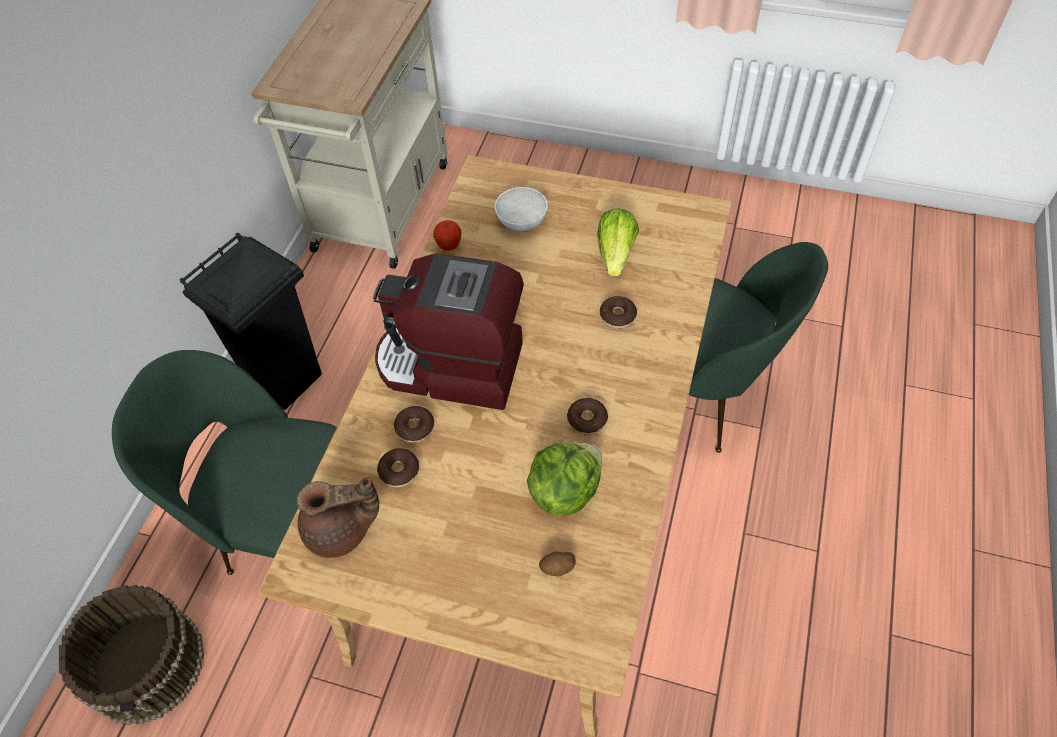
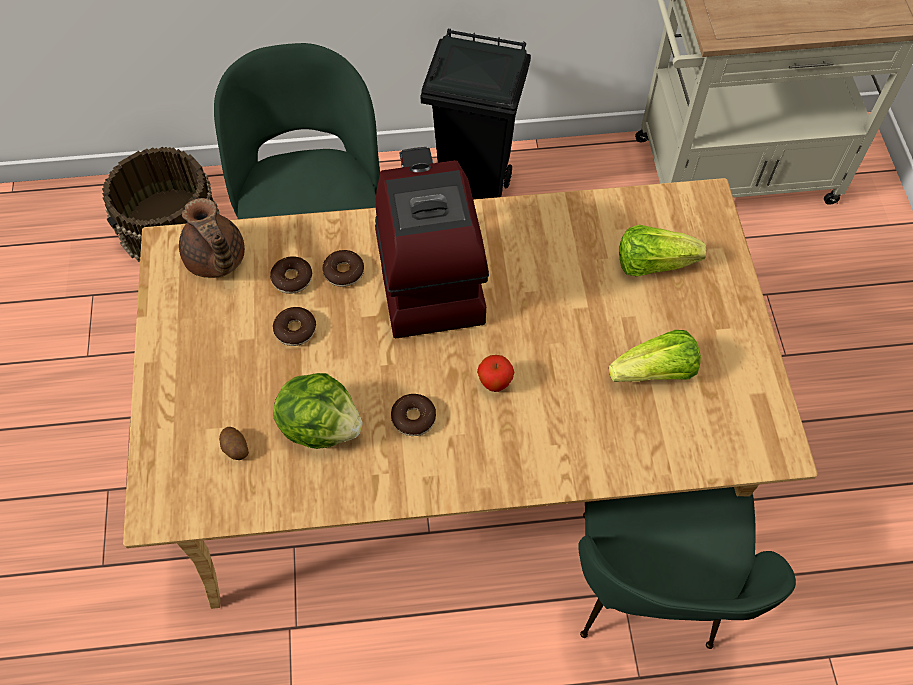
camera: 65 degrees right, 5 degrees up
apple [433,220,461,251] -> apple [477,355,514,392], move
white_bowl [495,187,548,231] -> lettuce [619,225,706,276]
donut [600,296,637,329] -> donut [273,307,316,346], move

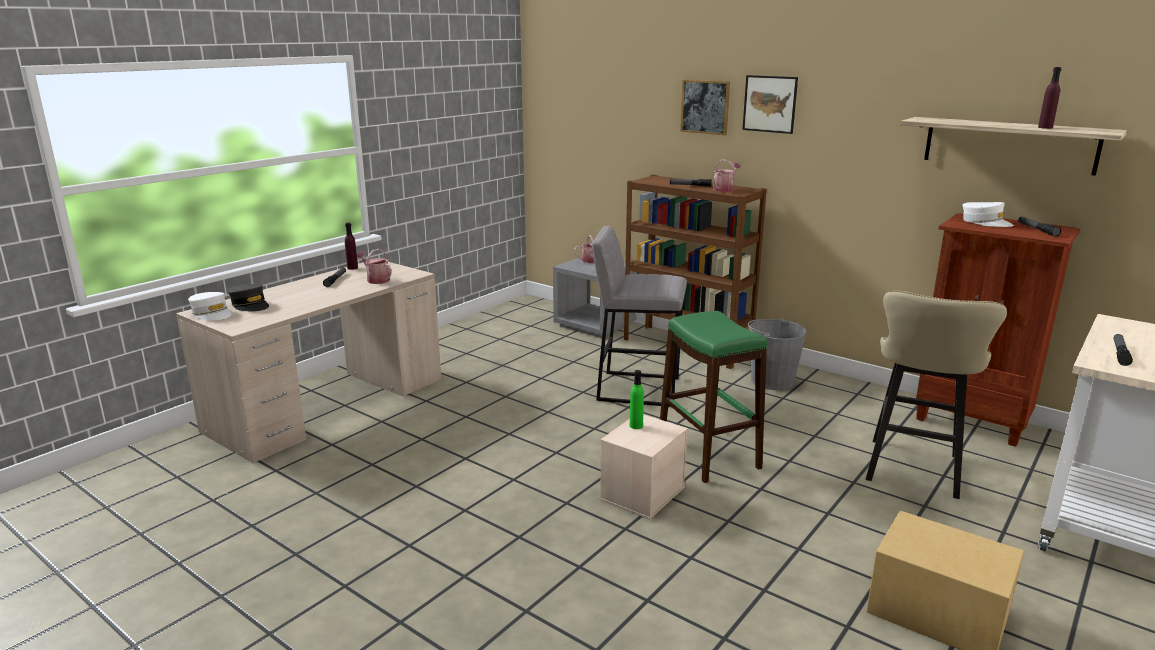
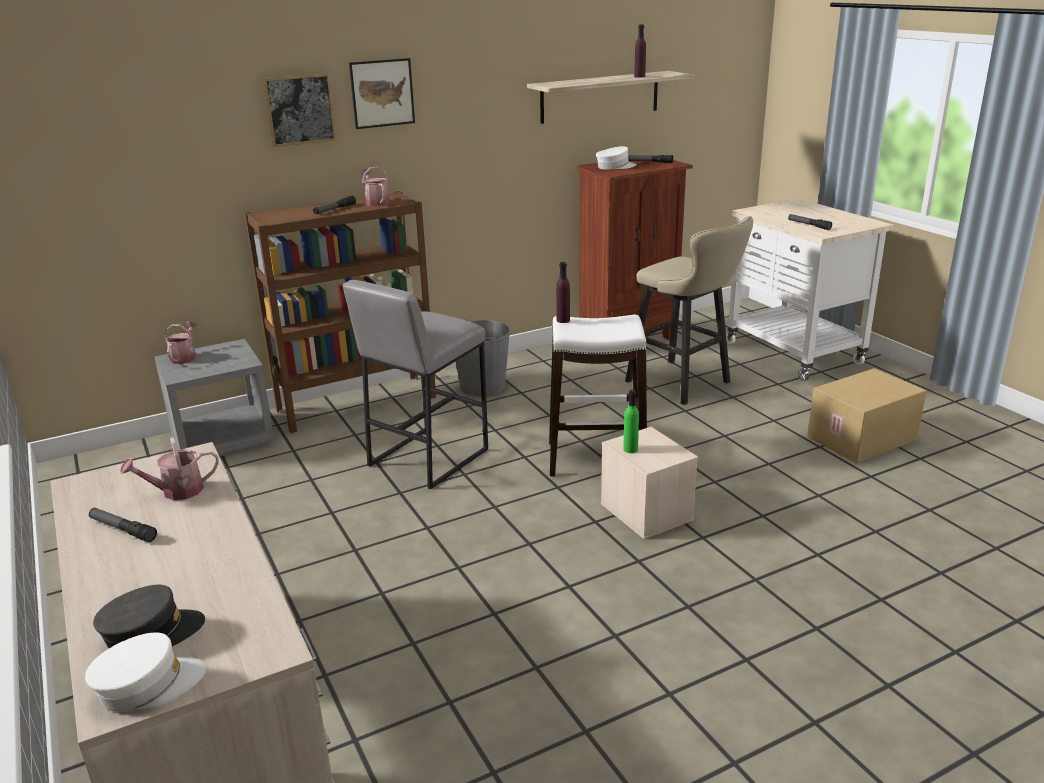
camera: 65 degrees left, 5 degrees up
purple_bottle [345,223,358,270] -> purple_bottle [556,262,570,323], move
green_stool [660,311,767,483] -> white_stool [549,315,647,476]

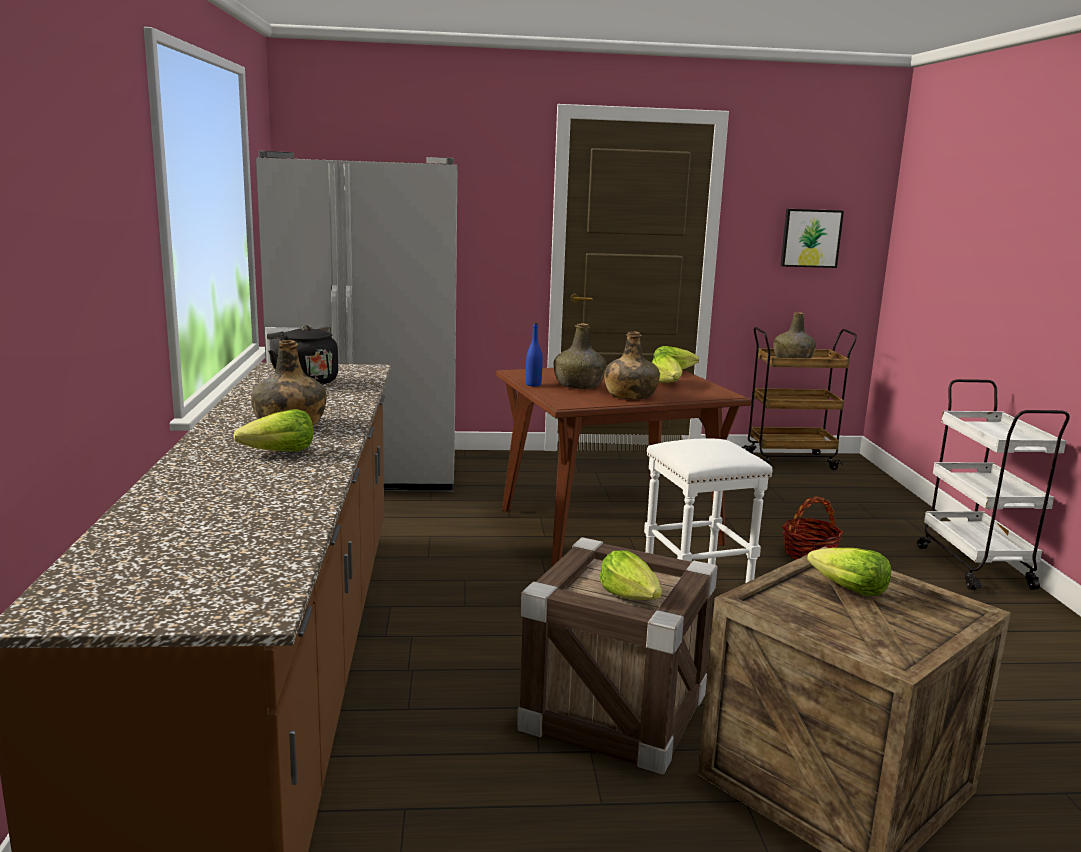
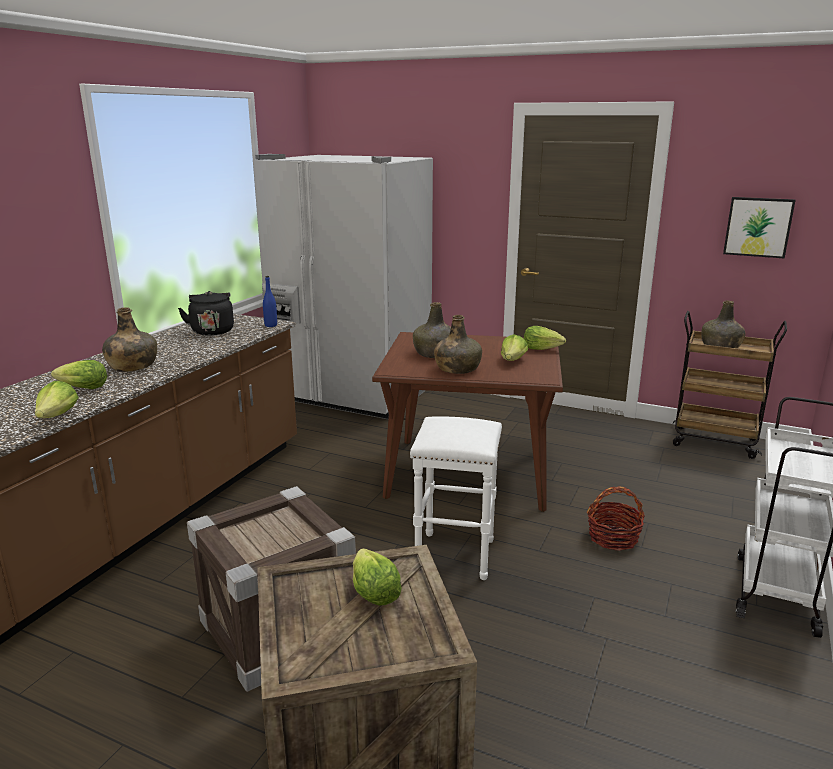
camera: 30 degrees right, 5 degrees up
blue_bottle [526,323,543,387] -> blue_bottle [263,276,277,327], move
lettuce [600,551,662,600] -> lettuce [35,381,79,418], move

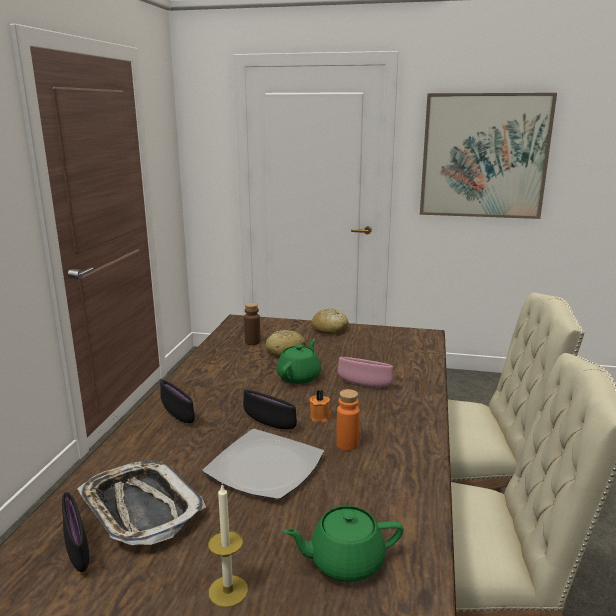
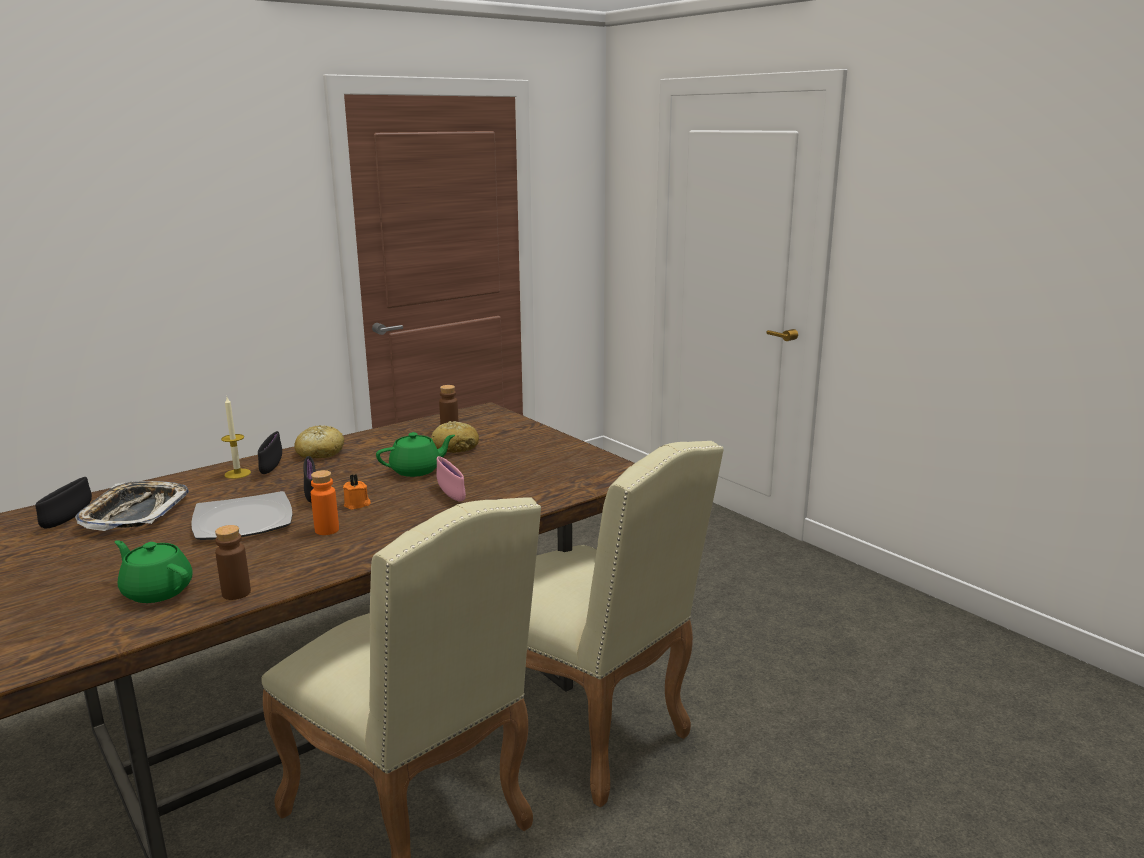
camera: 40 degrees right, 0 degrees up
candle [208,485,248,608] -> candle [221,397,251,479], move
bread [311,308,349,334] -> bread [294,425,344,459], move
picture [420,93,557,219] -> none
none -> brown_bottle [215,525,251,600]

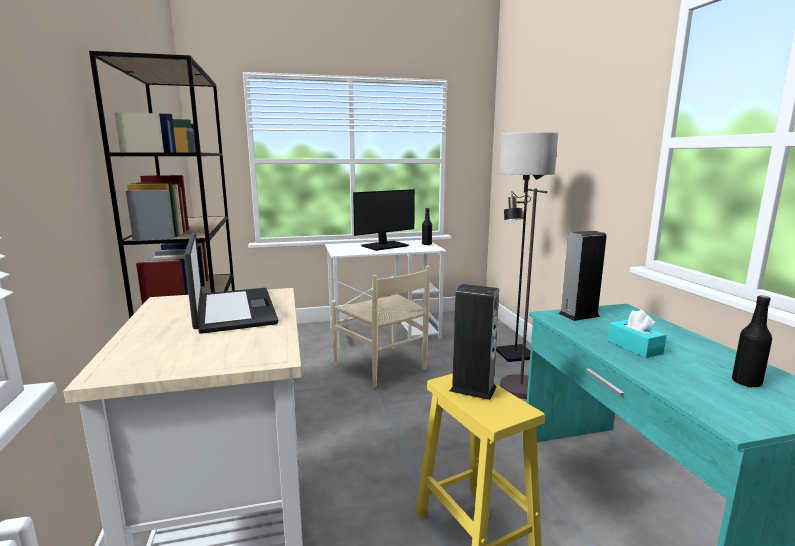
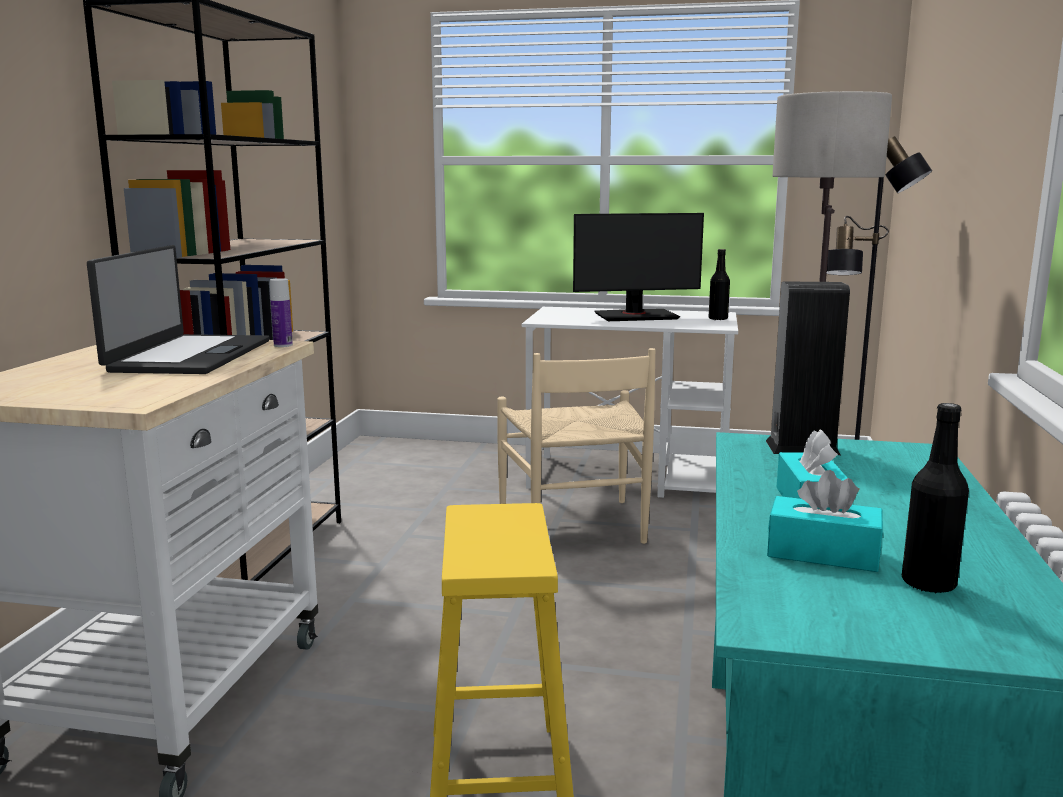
camera: 25 degrees right, 0 degrees up
speaker [450,284,499,400] -> none
none -> bottle [270,278,293,347]
none -> turquoise_tissue_box [767,470,883,572]

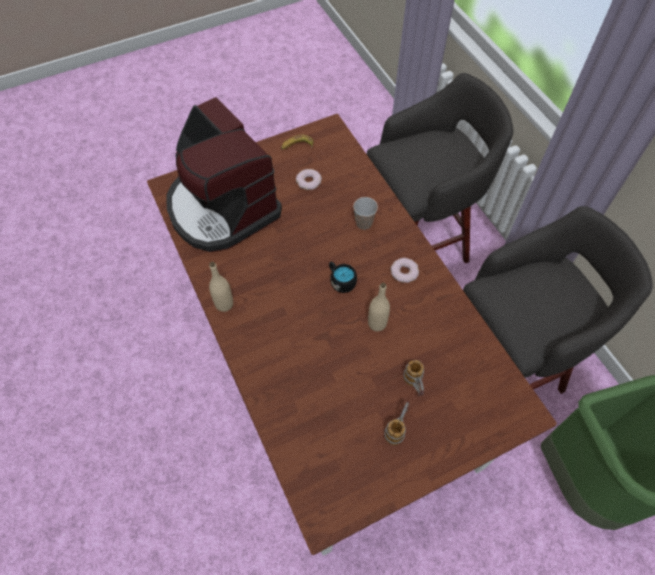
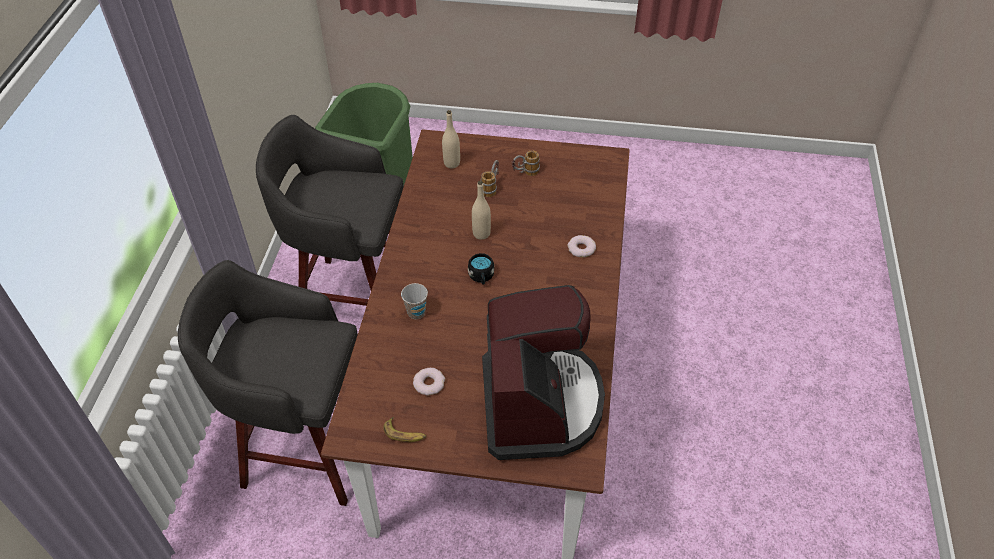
camera: 145 degrees left, 10 degrees down
beige_bottle [209,262,233,312] -> beige_bottle [442,110,460,168], move
donut [391,258,419,283] -> donut [567,235,596,257], move

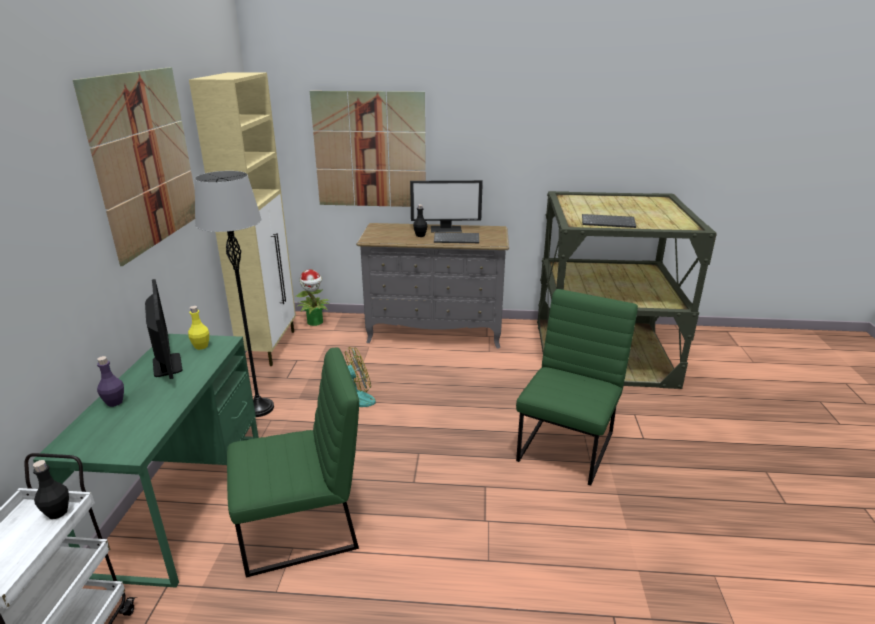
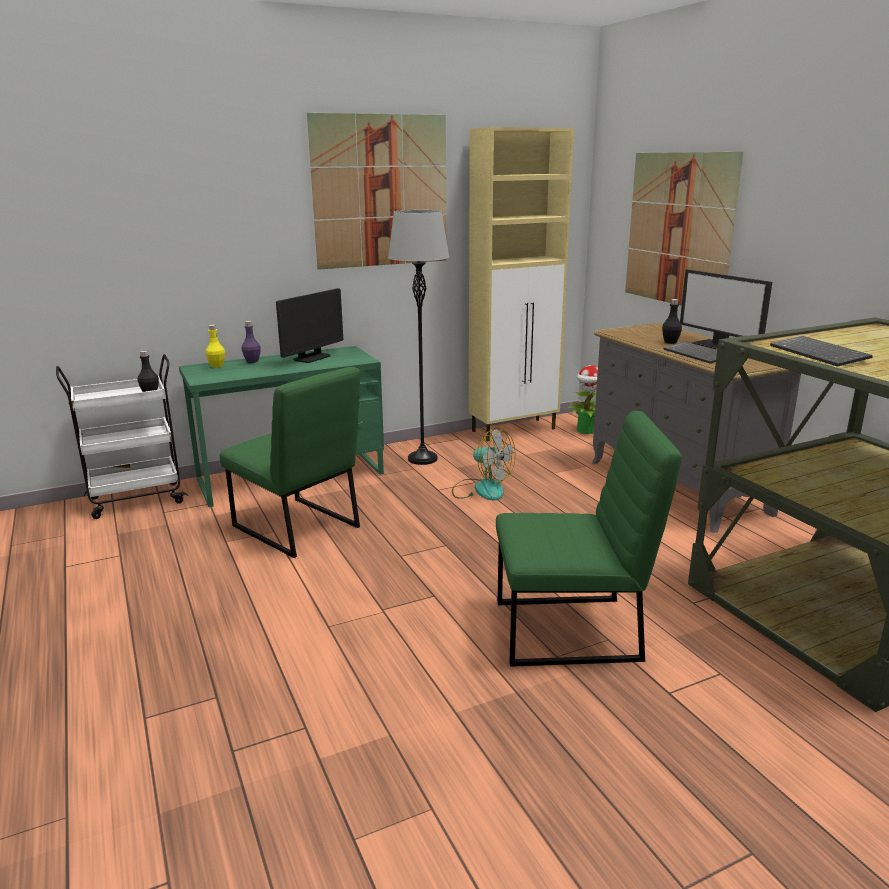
camera: 60 degrees right, 5 degrees down
yellow_bottle [188,306,209,350] -> yellow_bottle [206,325,225,368], move

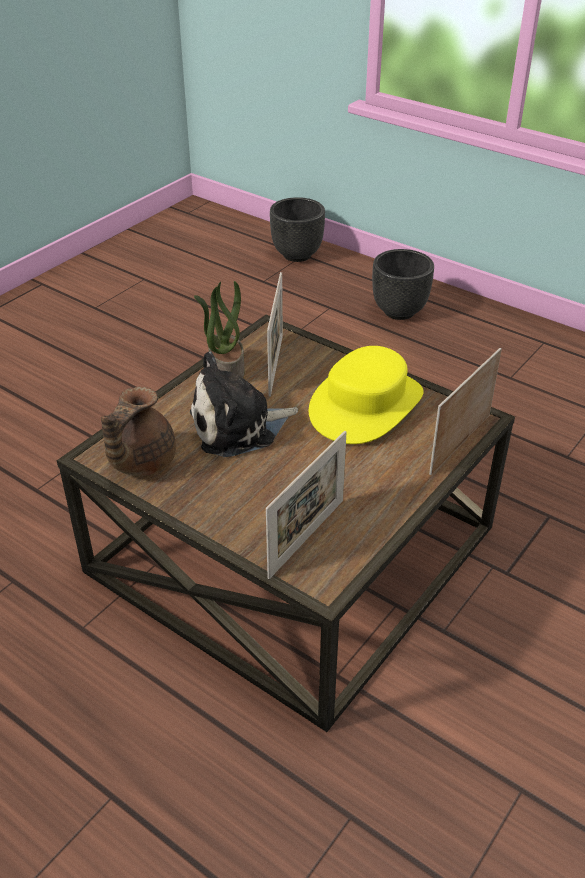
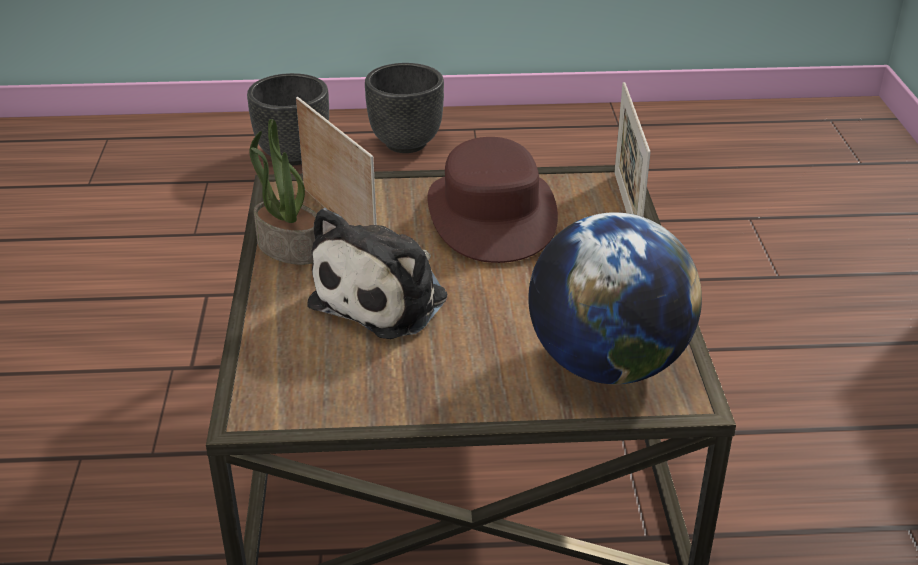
camera: 40 degrees left, 5 degrees down
brown_teapot [101,387,176,476] -> none
picture_frame [266,431,346,579] -> globe [528,212,702,384]
black_planter [270,197,325,262] -> black_planter [365,63,444,153], move
yellow_hat [309,346,424,444] -> brown_hat [427,137,558,263]

